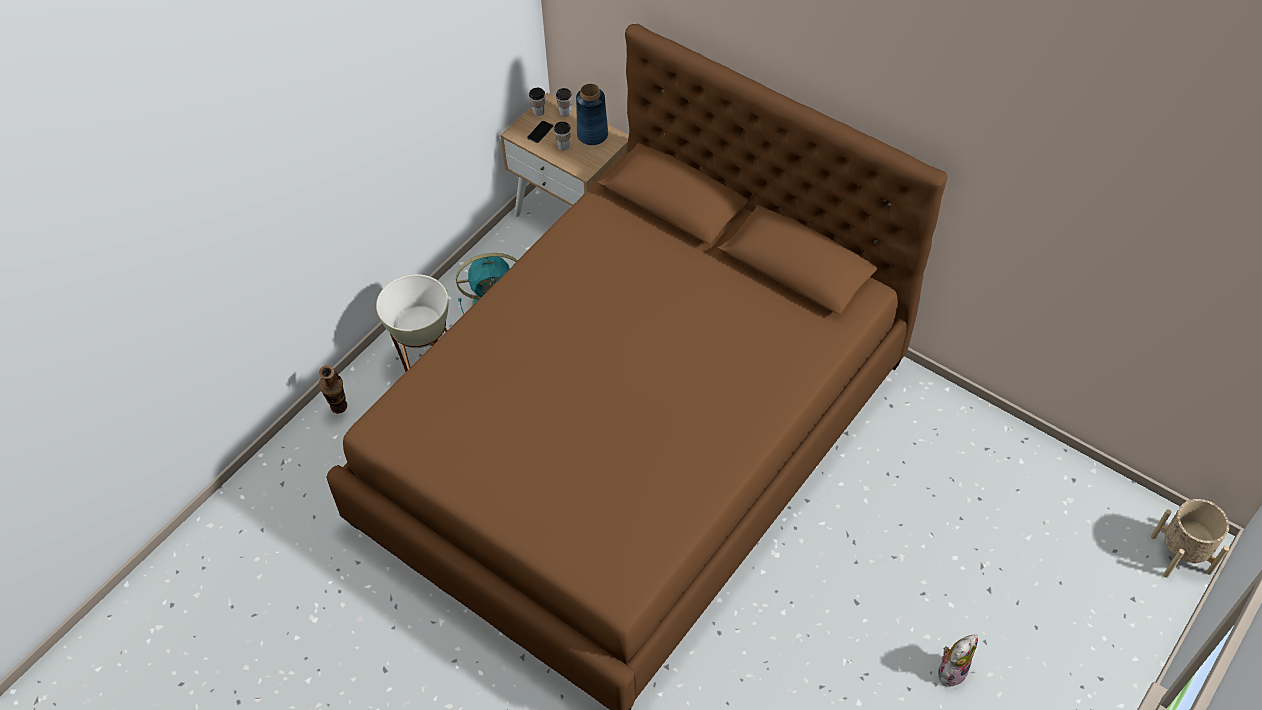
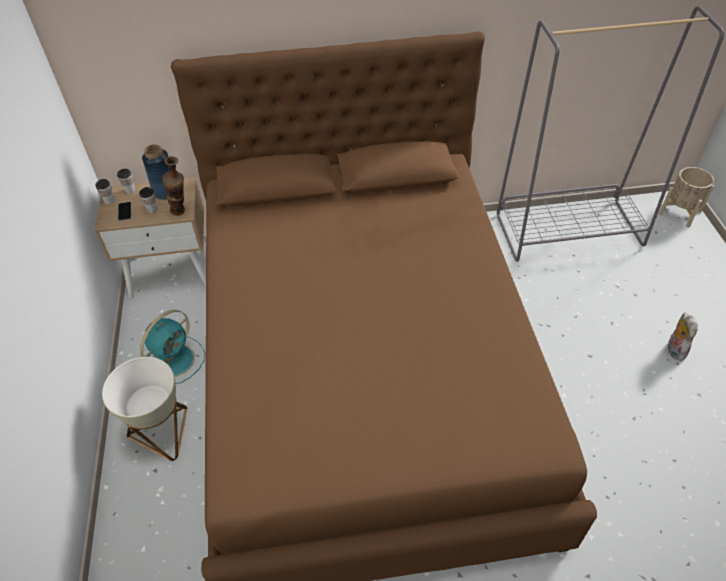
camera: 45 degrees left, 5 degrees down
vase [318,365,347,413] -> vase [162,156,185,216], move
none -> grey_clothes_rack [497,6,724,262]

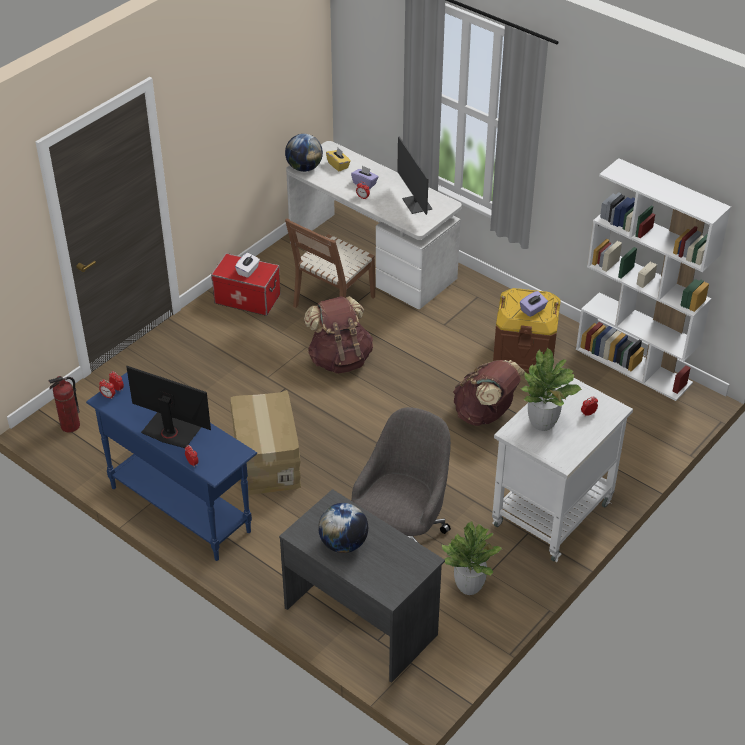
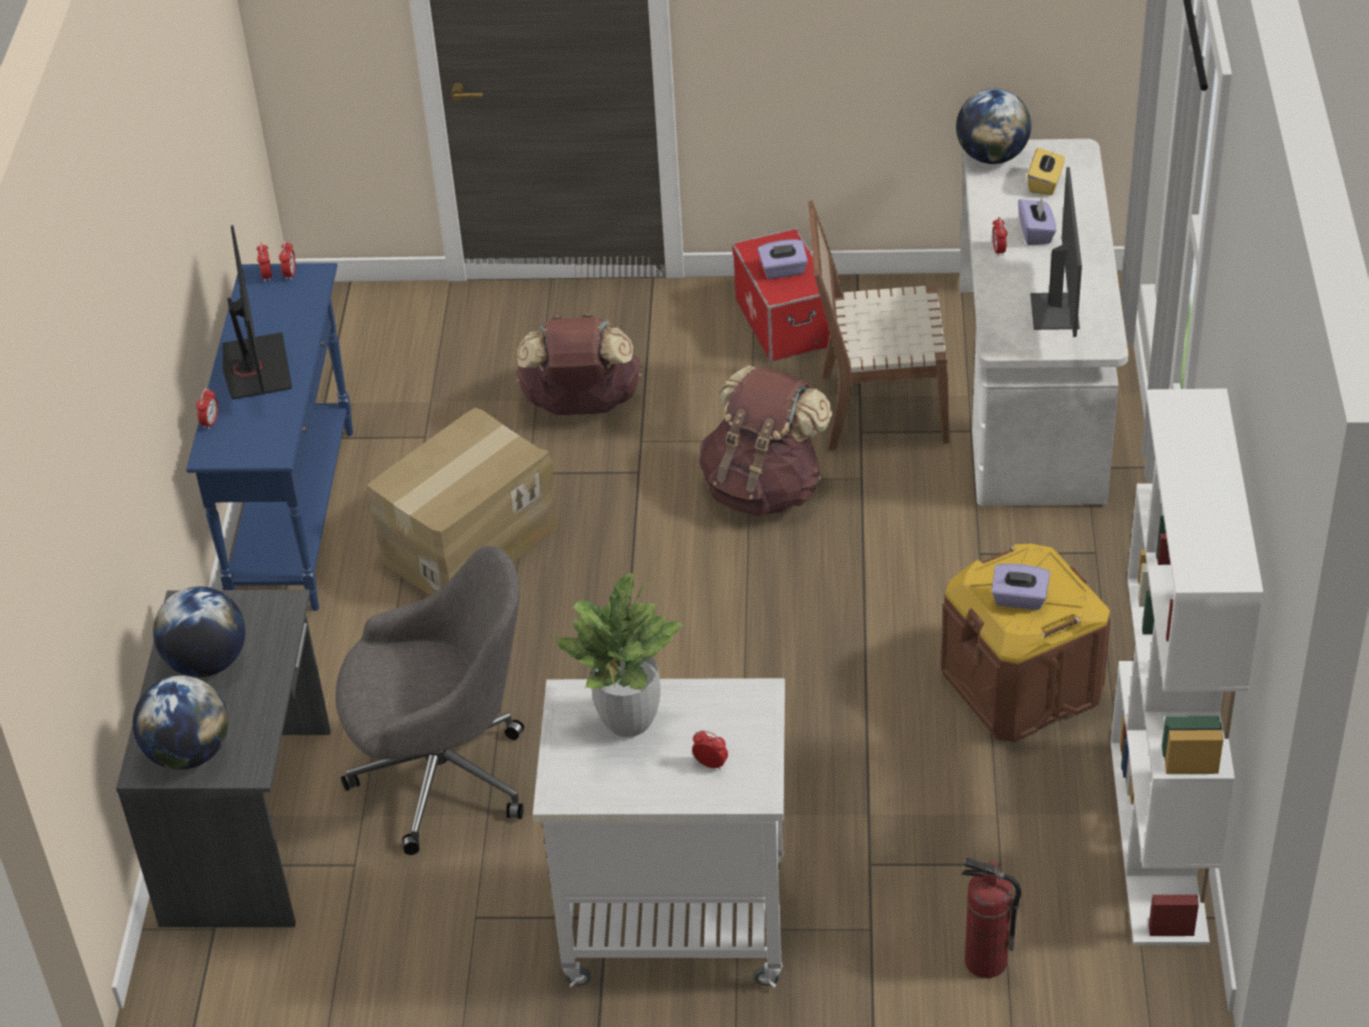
camera: 55 degrees right, 0 degrees up
fire_extinguisher [49,376,80,433] -> fire_extinguisher [961,858,1021,978], move
white_tissue_box [235,253,260,278] -> purple_tissue_box [757,239,808,279]
monitor [397,136,432,215] -> monitor [1030,167,1082,337], 150 degrees clockwise
potted_plant [442,521,502,595] -> none
brown_backpack [453,360,525,426] -> brown_backpack [516,314,642,415], move
none -> globe [133,675,228,770]

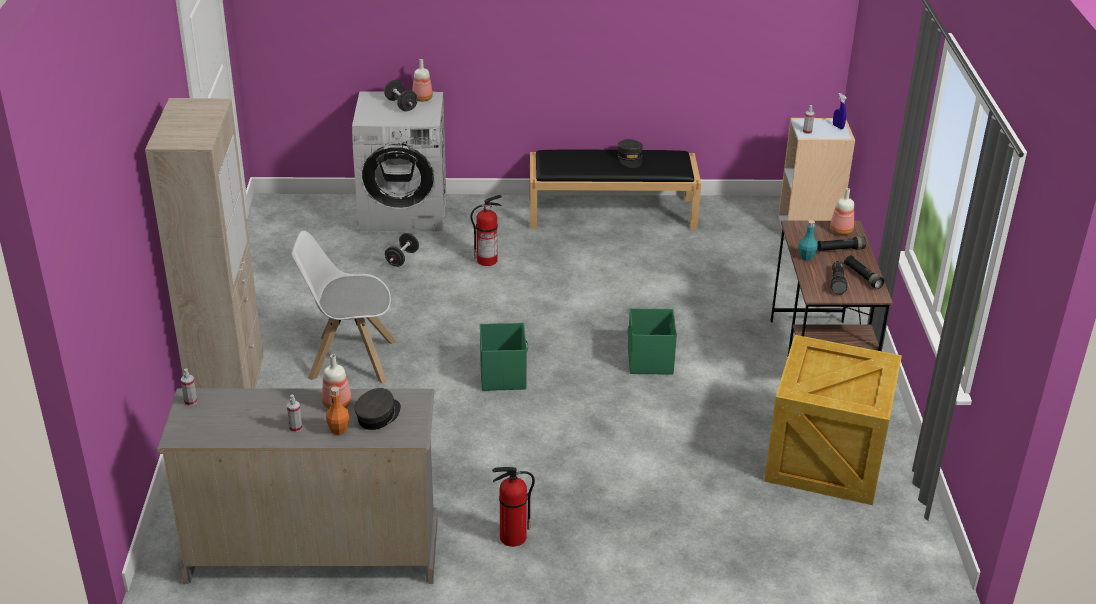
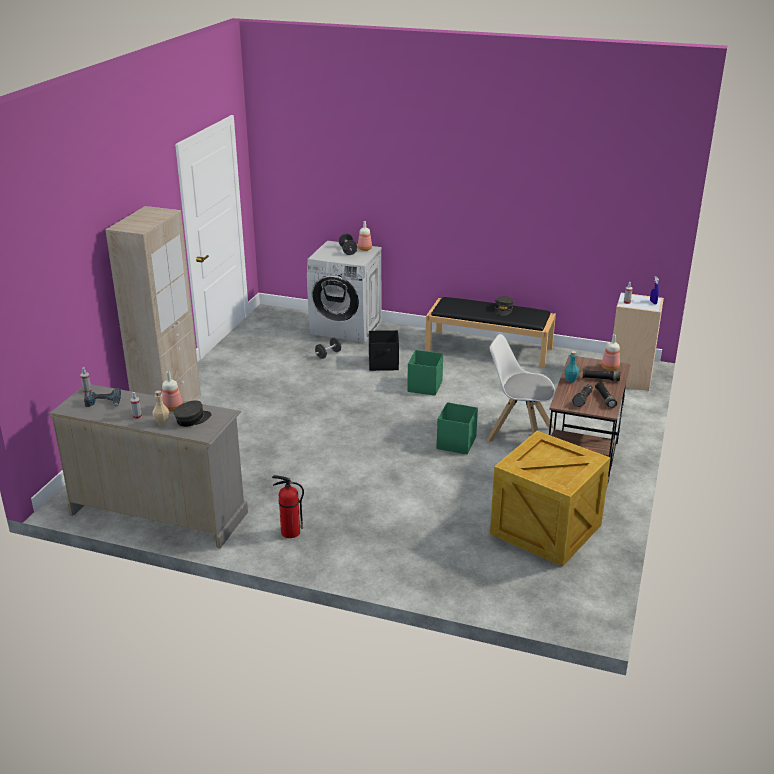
camera: 20 degrees right, 5 degrees down
chair [292,231,397,383] -> chair [487,334,555,442], move
orange_bottle [326,387,349,435] -> beige_bottle [152,390,169,426]
fire_extinguisher [470,195,502,266] -> black_storage_box [369,330,399,371]
green_storage_box [480,323,528,391] -> green_storage_box [407,350,443,395], move
none -> power_drill [84,388,121,407]

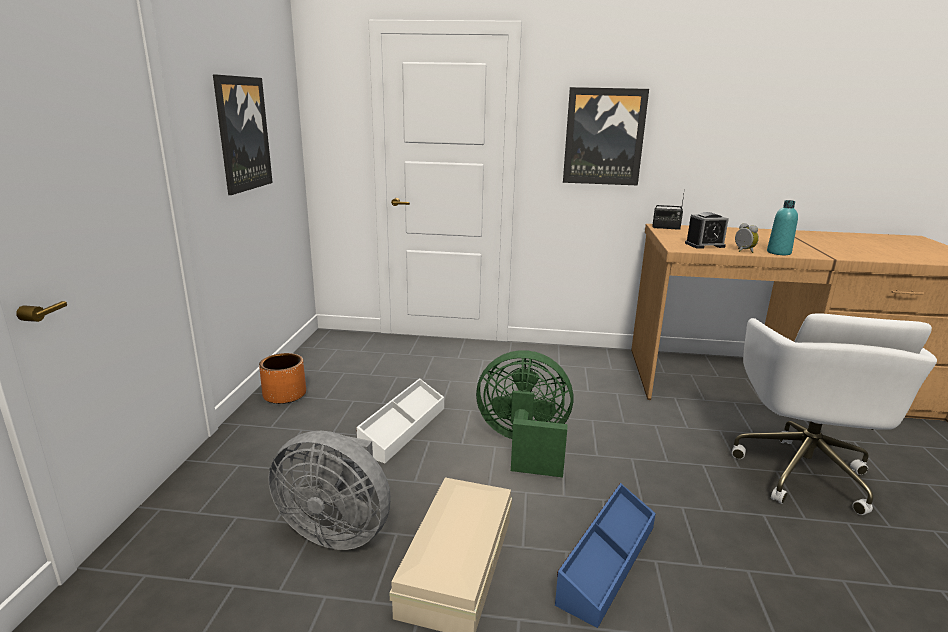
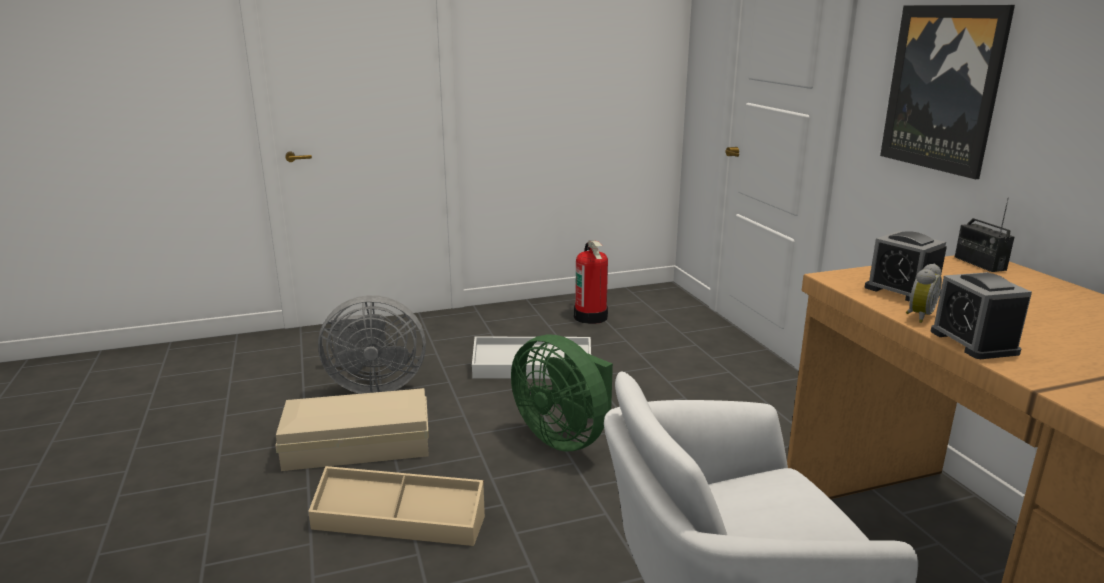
camera: 65 degrees right, 0 degrees up
picture [213,74,273,195] -> none
orange_planter [259,353,306,404] -> none
grey_fan [268,431,391,550] -> grey_fan [318,295,426,394], 90 degrees counterclockwise
green_fan [476,350,573,477] -> green_fan [511,334,613,451], 150 degrees clockwise
blue_storage_box [555,483,656,628] -> beige_storage_box [308,466,485,546]
turquoise_bottle [767,200,798,255] -> alarm_clock [931,272,1032,359]
none -> fire_extinguisher [574,240,608,324]

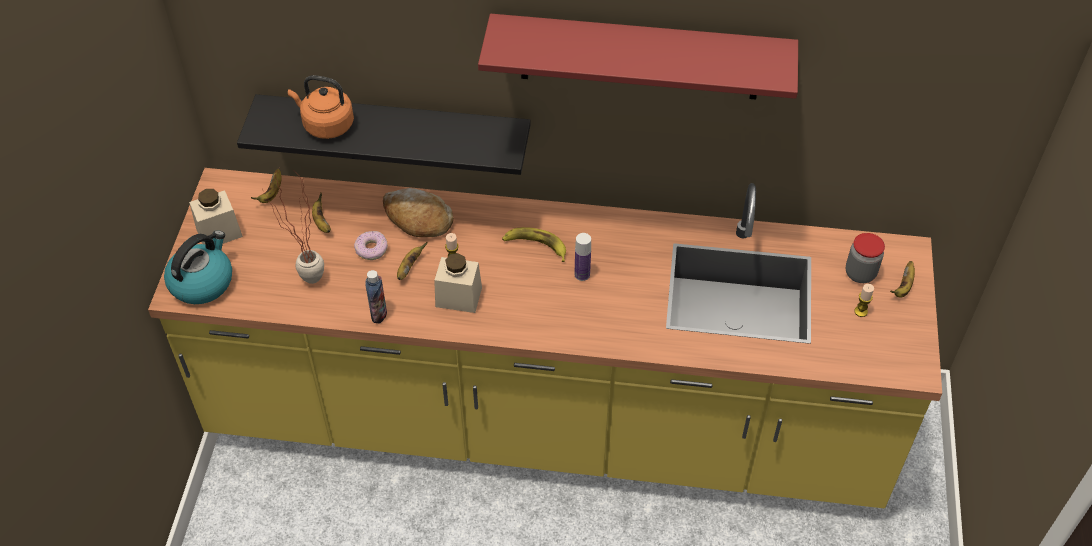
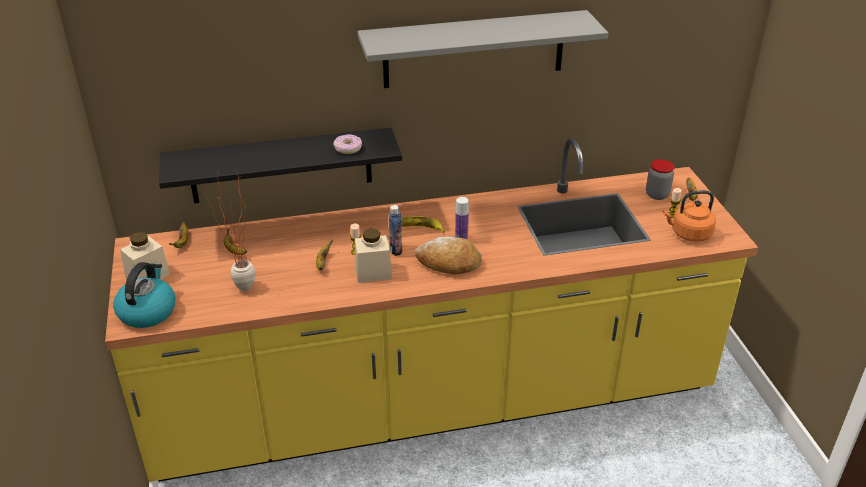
camera: 20 degrees left, 15 degrees down
orange_kettle [288,75,354,139] -> orange_kettle [663,190,716,242], move
donut [354,231,388,260] -> donut [333,134,362,154], move
bottle [365,270,387,323] -> bottle [389,205,402,256], move
bread [383,188,454,237] -> bread [414,237,482,274], move
red_shelf [478,14,798,100] -> grey_shelf [358,10,608,88]

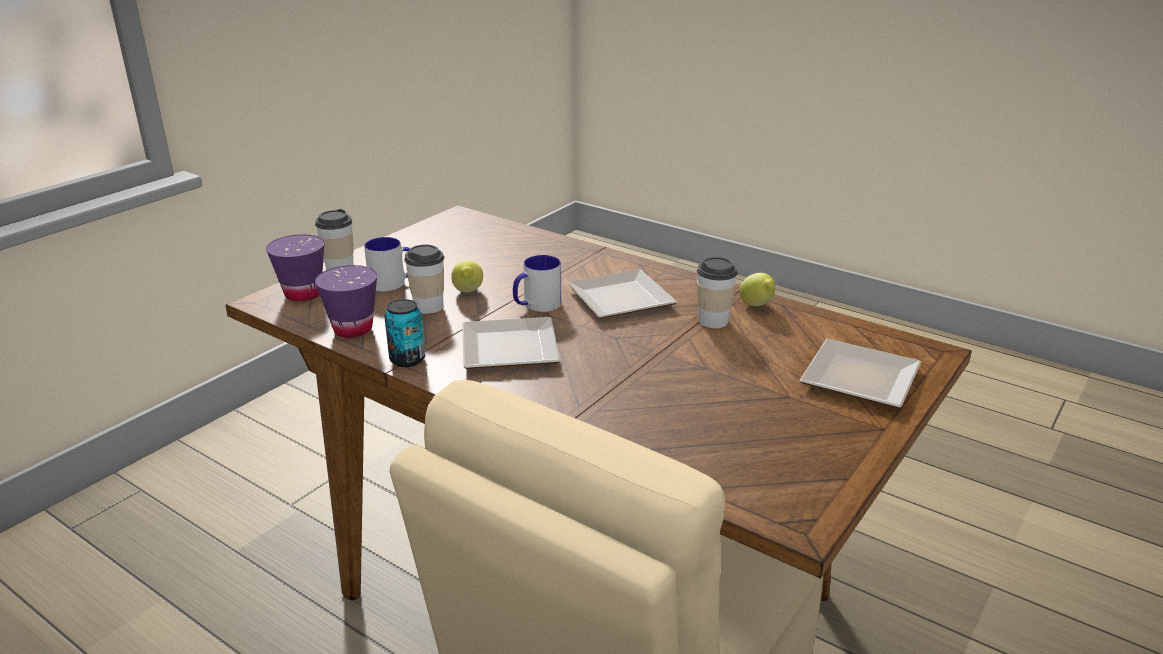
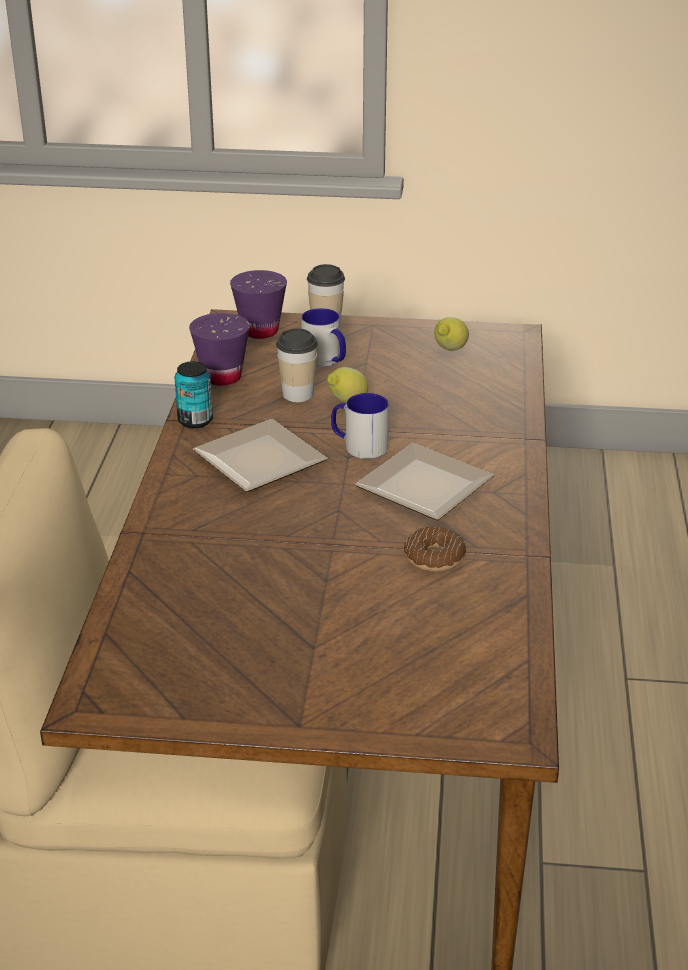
camera: 60 degrees right, 5 degrees up
cup [697,257,738,328] -> donut [404,526,466,572]
lemon [740,273,775,306] -> lemon [434,317,469,351], move
plate [799,339,921,408] -> none

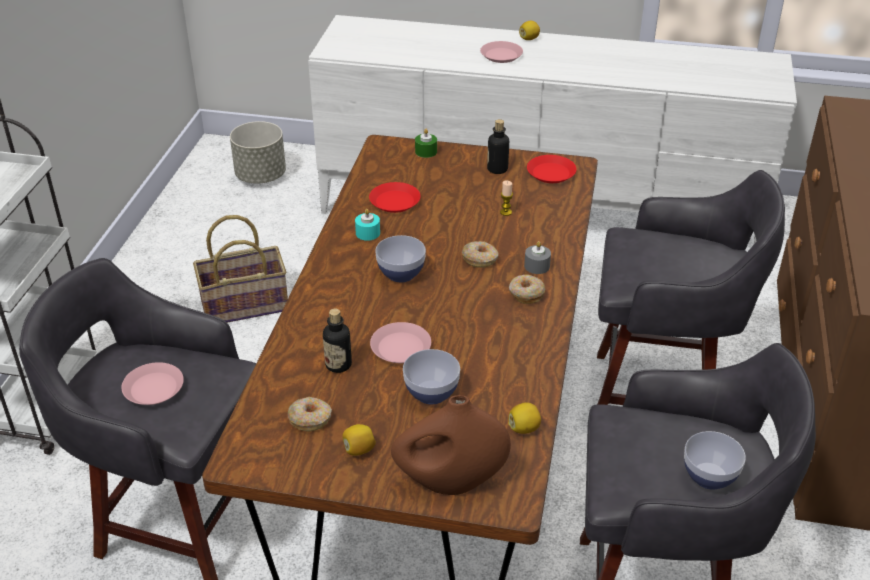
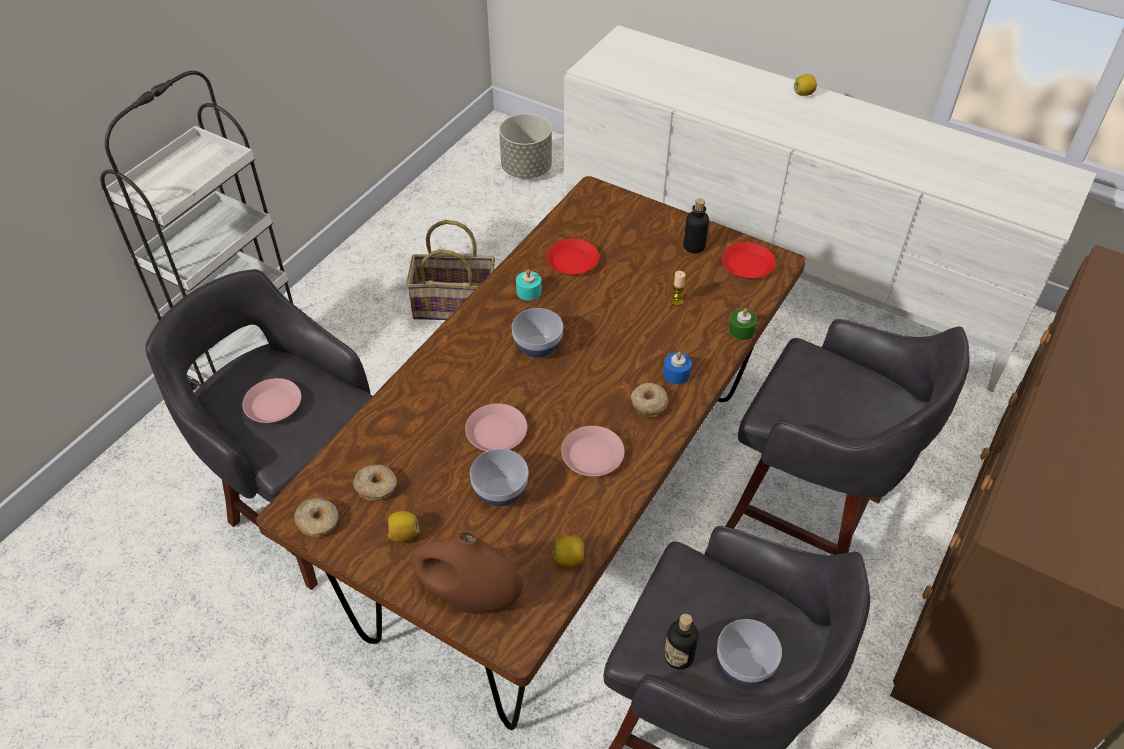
camera: 20 degrees right, 10 degrees up
bottle [323,308,352,373] -> bottle [664,614,699,670], move
green_candle [415,129,437,158] -> green_candle [729,308,757,340], move
donut [462,241,499,268] -> donut [294,498,339,537], move
pink_plate [480,41,523,63] -> pink_plate [561,426,625,476], move
grey_candle [524,241,551,274] -> blue_candle [663,352,692,384]

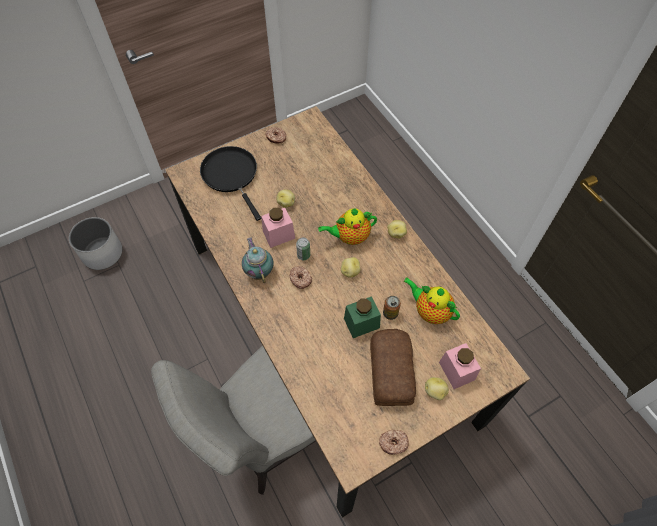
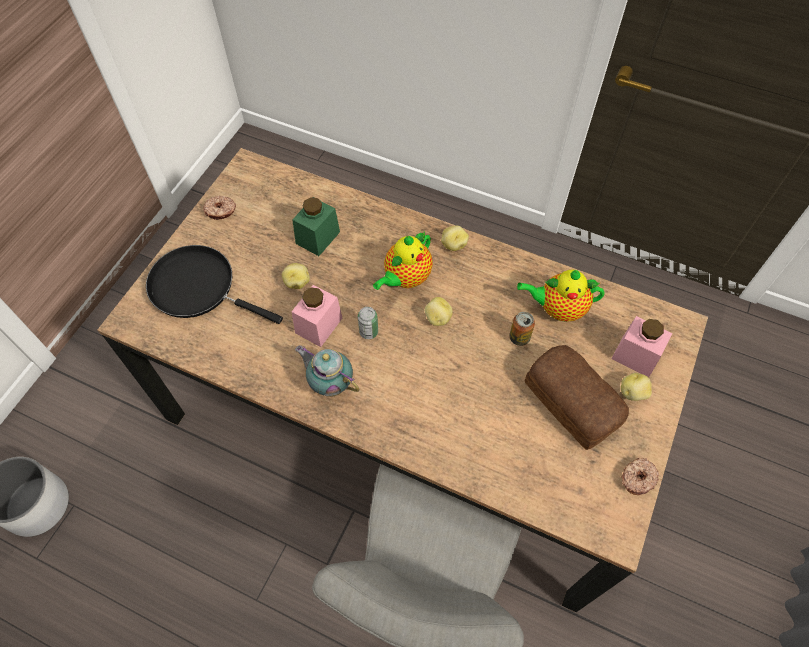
camera: 35 degrees left, 0 degrees up
donut [290,266,312,289] -> none
green_jar [344,296,381,338] -> green_jar [292,197,340,256], move

